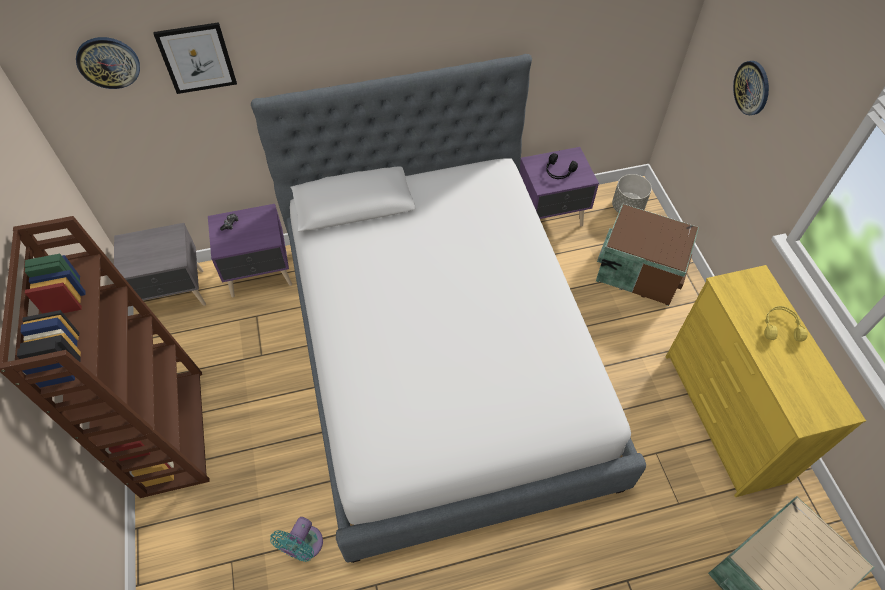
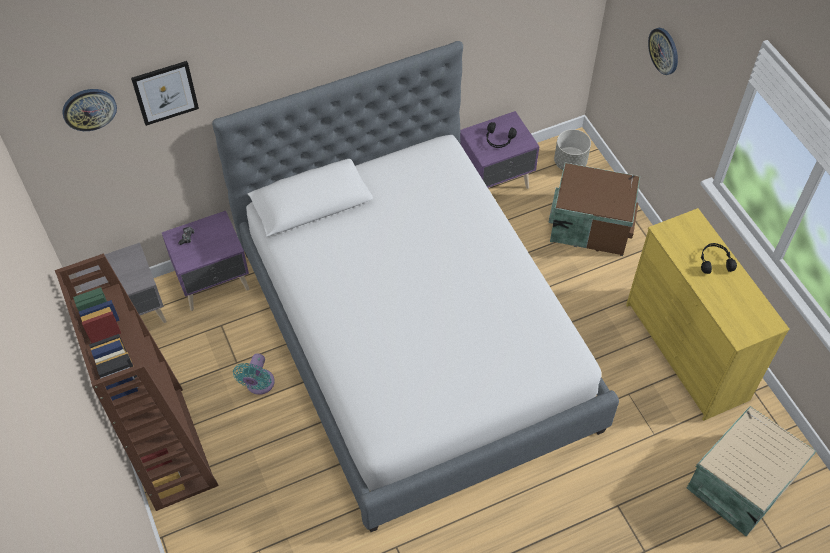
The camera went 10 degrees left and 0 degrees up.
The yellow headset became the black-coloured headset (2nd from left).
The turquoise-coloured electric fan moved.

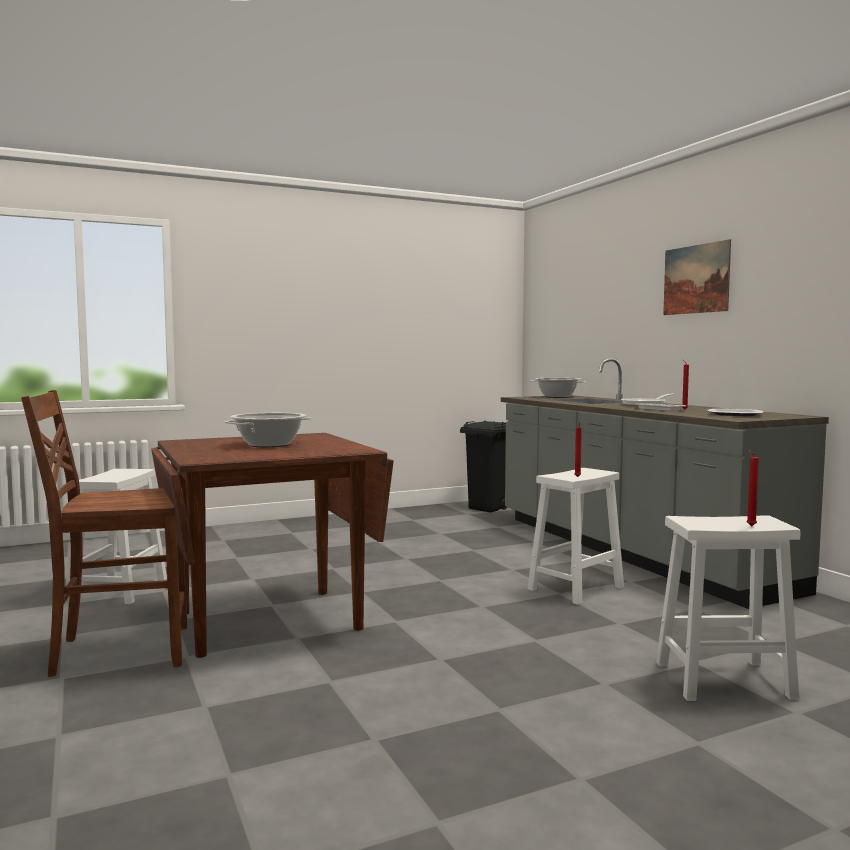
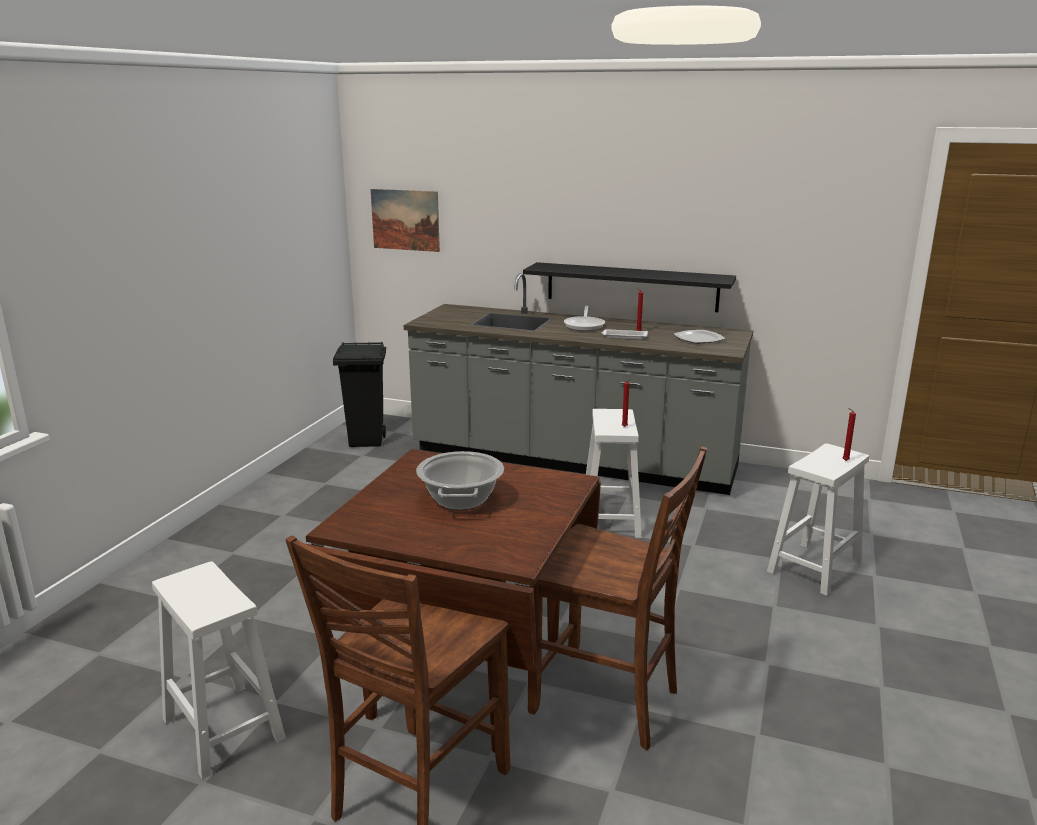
The camera went 45 degrees left and 15 degrees up.
The wall art moved.
The saucepot (2nd from left) disappeared.
The black-coloured bracket shelf appeared.
The brownish chair (2nd from left) appeared.

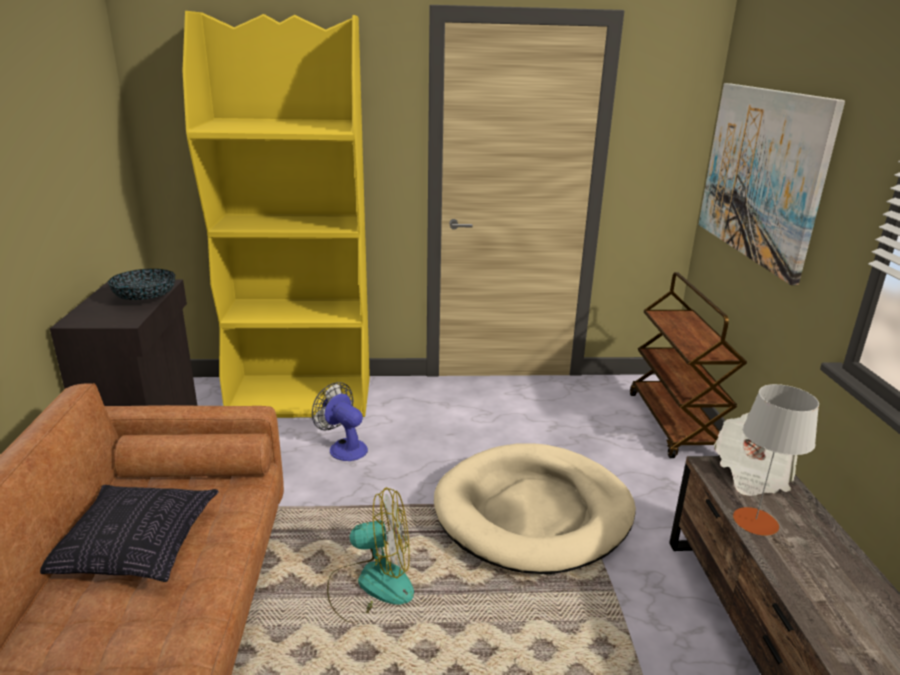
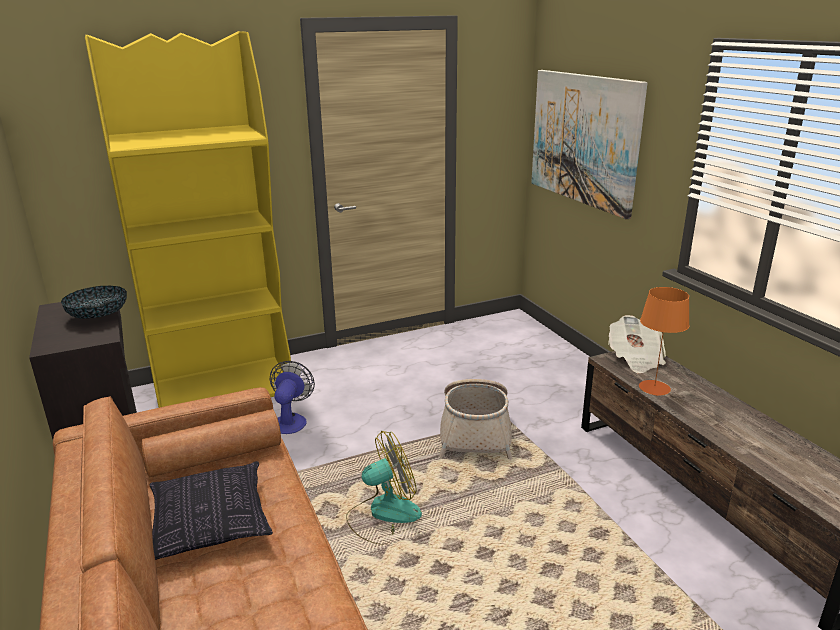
The camera went 20 degrees left and 0 degrees up.
The brownish trolley disappeared.
The electric fan (1st from left) turned 75 degrees clockwise.
The gray lamp for a table became the orange lamp for a table.
The beige-coloured dog cushion was replaced by the basket.

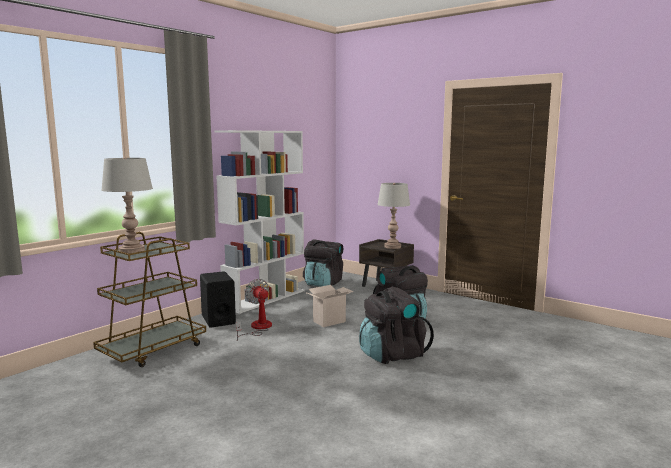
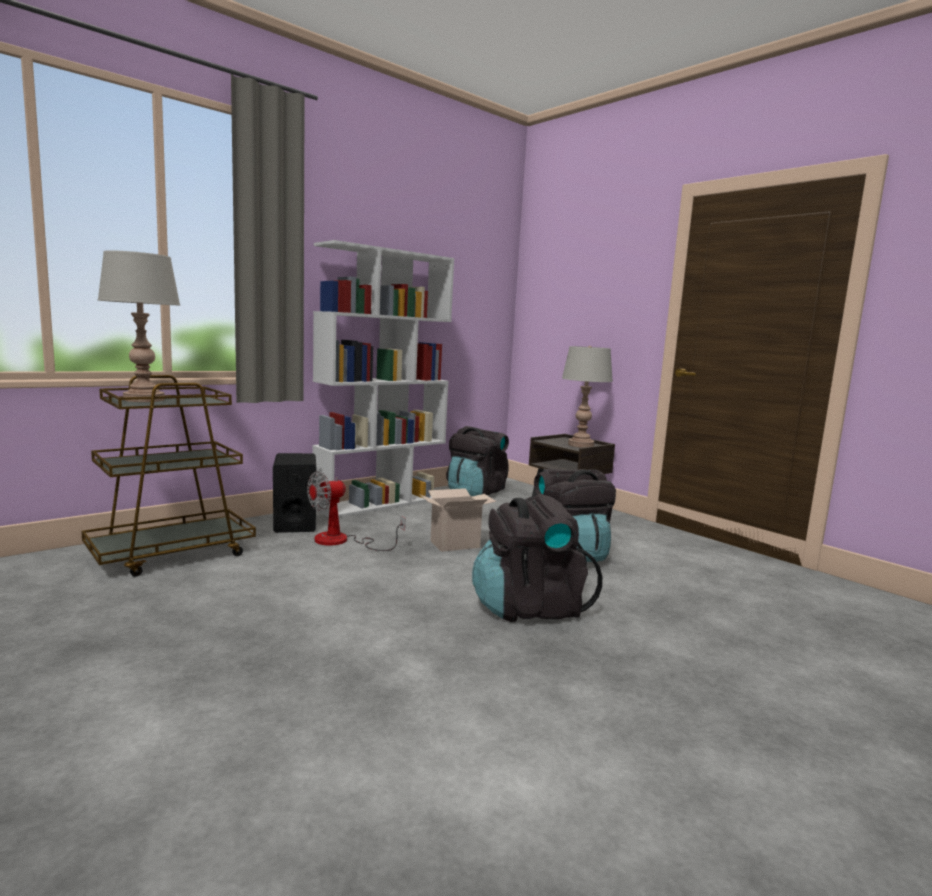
The camera went 10 degrees right and 0 degrees up.
The electric fan turned 105 degrees counterclockwise.

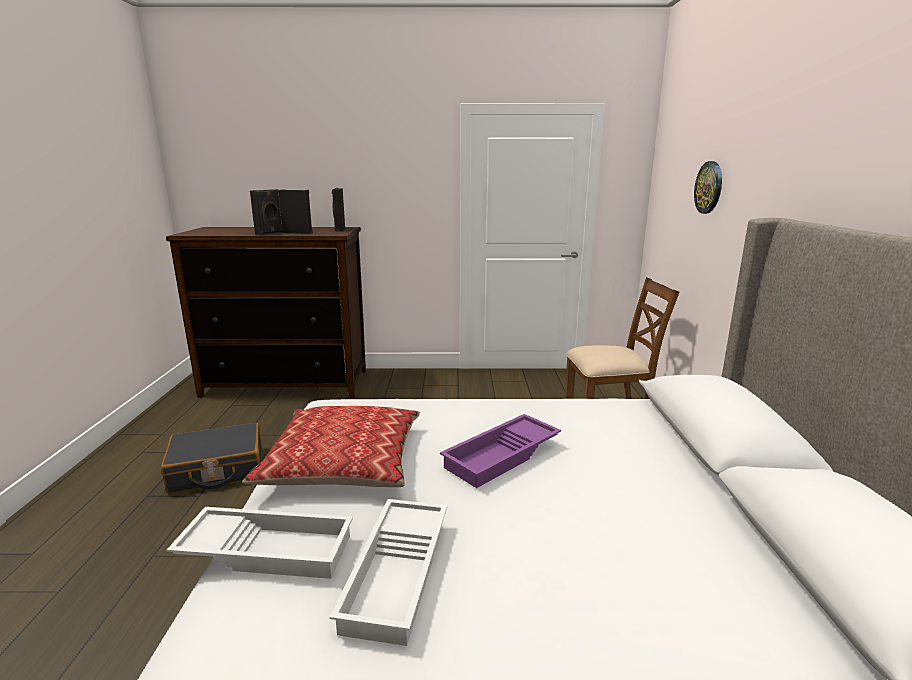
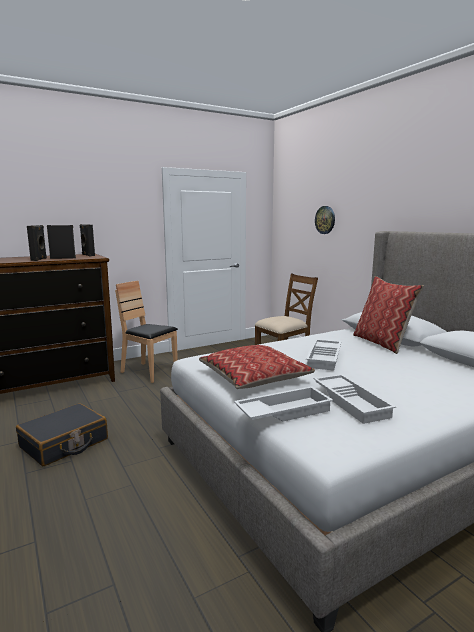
The camera went 30 degrees left and 5 degrees down.
The purplish carrying tray became the white carrying tray (2nd from left).
The pillow (2nd from left) appeared.
The brownish chair (1st from left) appeared.

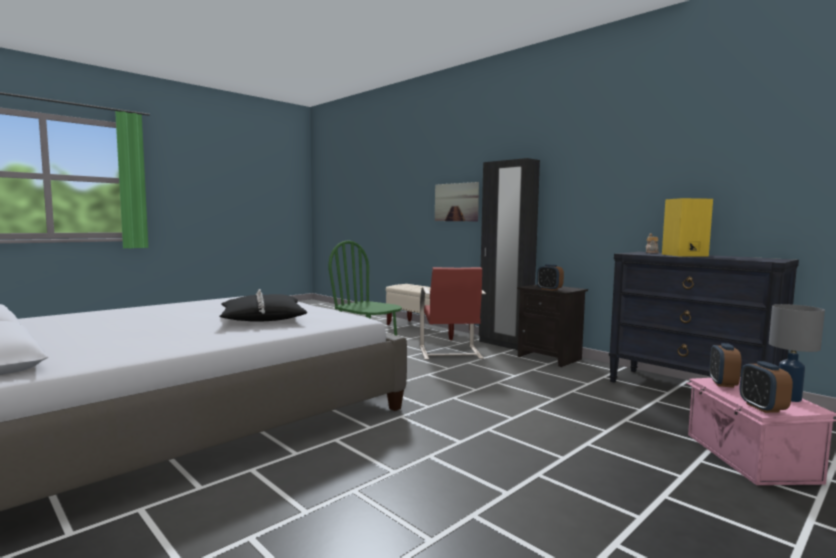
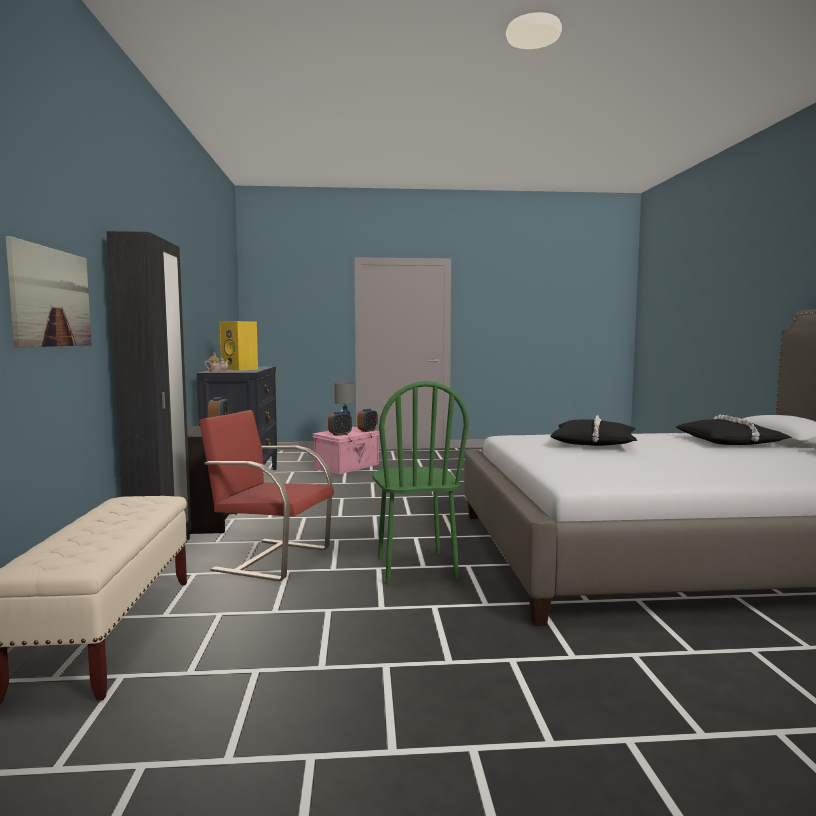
The camera went 140 degrees left and 0 degrees up.
The red chair turned 105 degrees counterclockwise.
The black-coloured pillow (2nd from left) appeared.

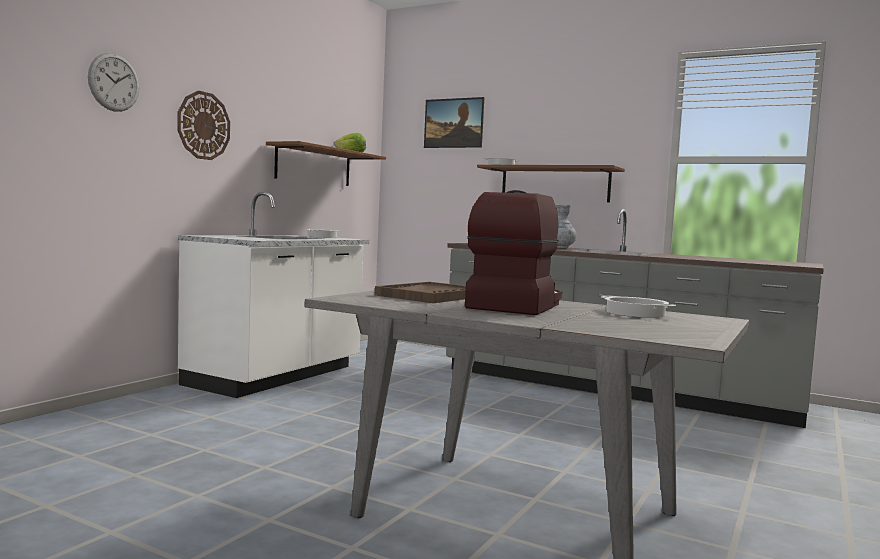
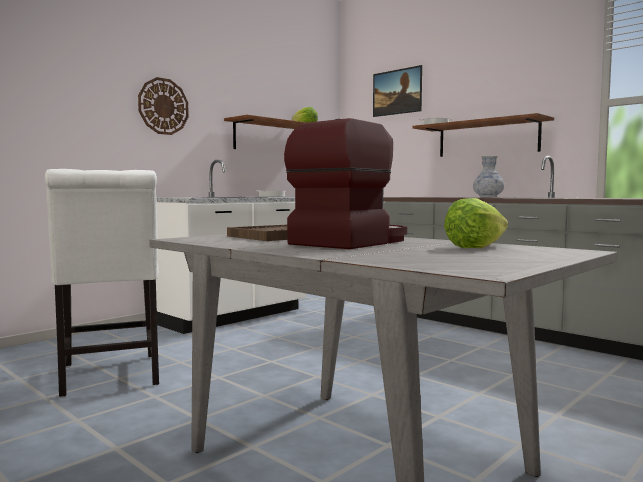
The camera went 15 degrees right and 0 degrees up.
The clock on the wall (1st from left) disappeared.
The saucepot (3rd from left) was replaced by the lettuce (2nd from left).
The white chair appeared.

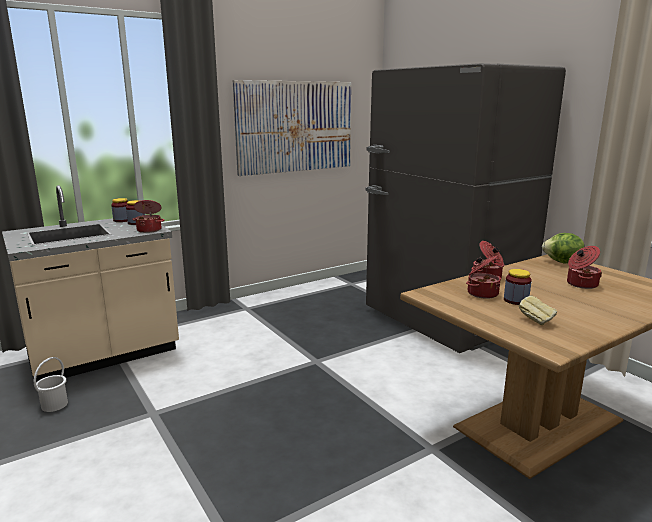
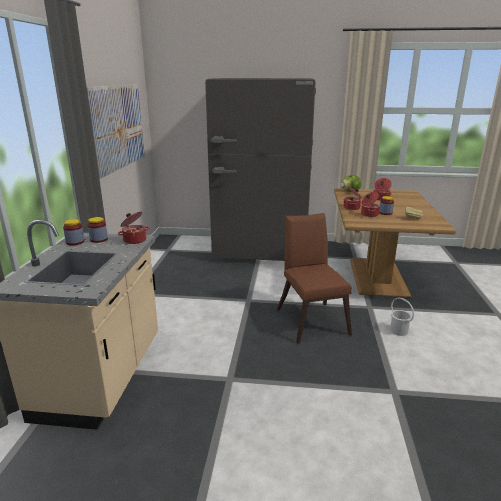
The camera went 50 degrees left and 5 degrees up.
The white pail moved.
The brownish chair appeared.

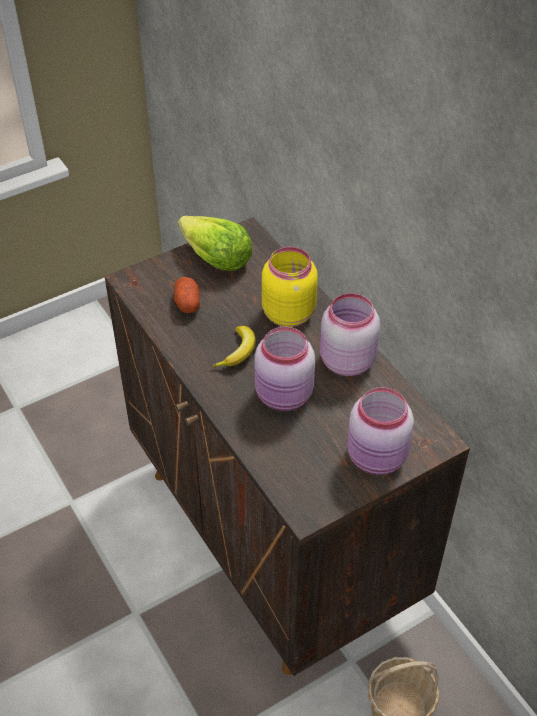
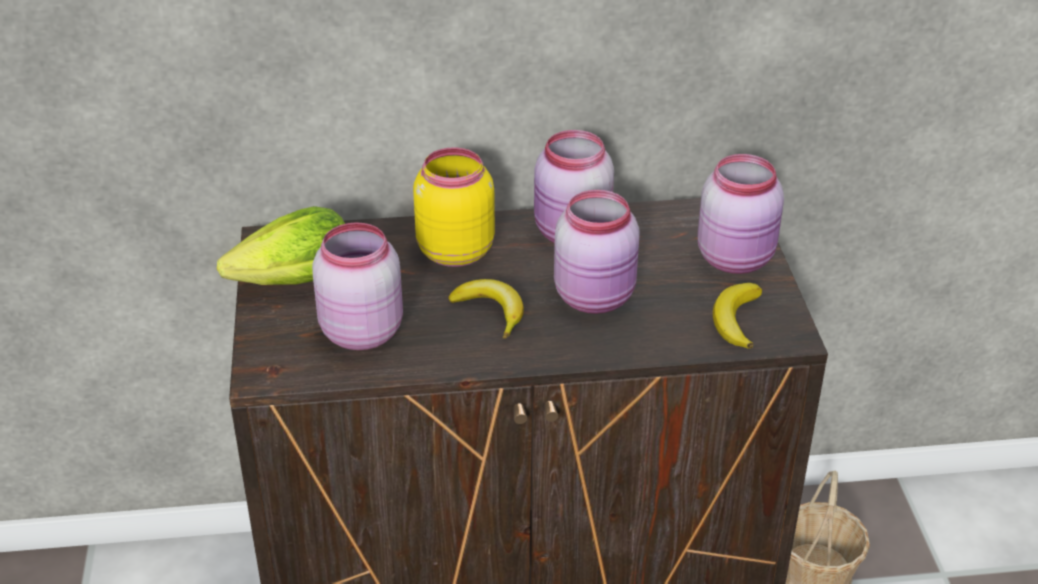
The camera went 65 degrees left and 10 degrees down.
The spud was replaced by the pinkish preserve jar (1st from left).
The whole banana (2nd from left) appeared.

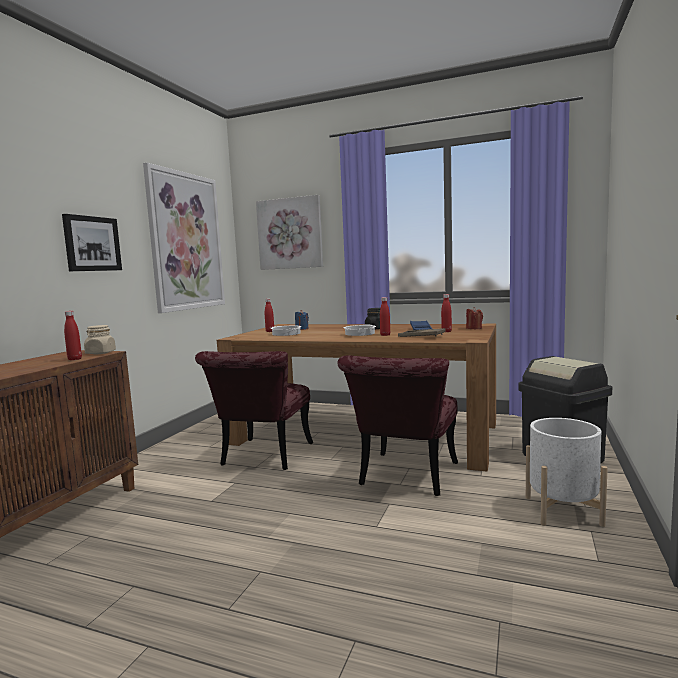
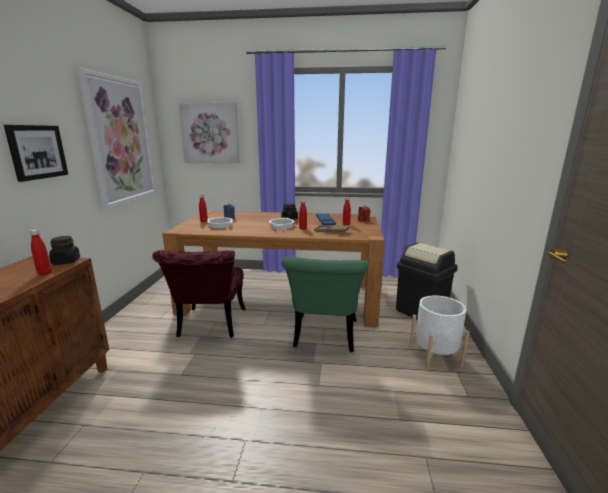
The camera went 15 degrees left and 10 degrees up.
The beige-coloured preserve jar became the black-coloured preserve jar (1st from left).
The red chair (2nd from left) became the greenish chair.

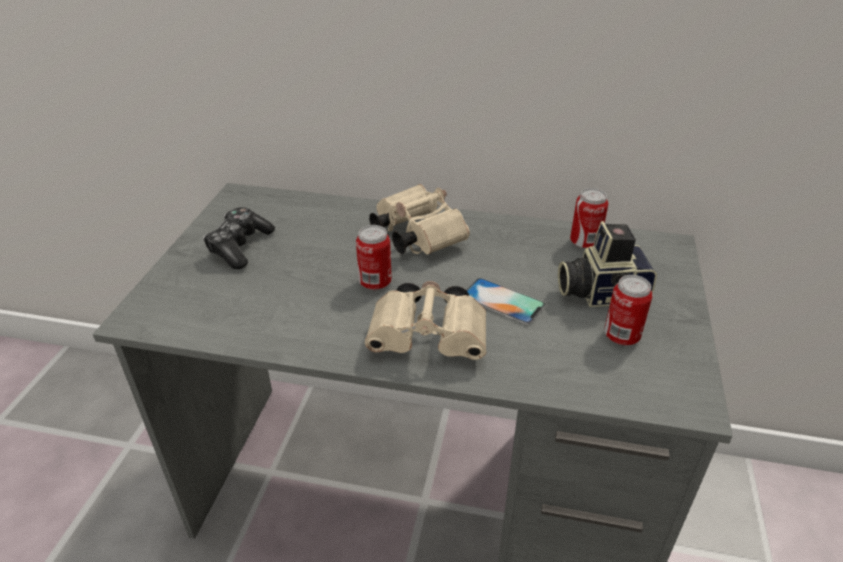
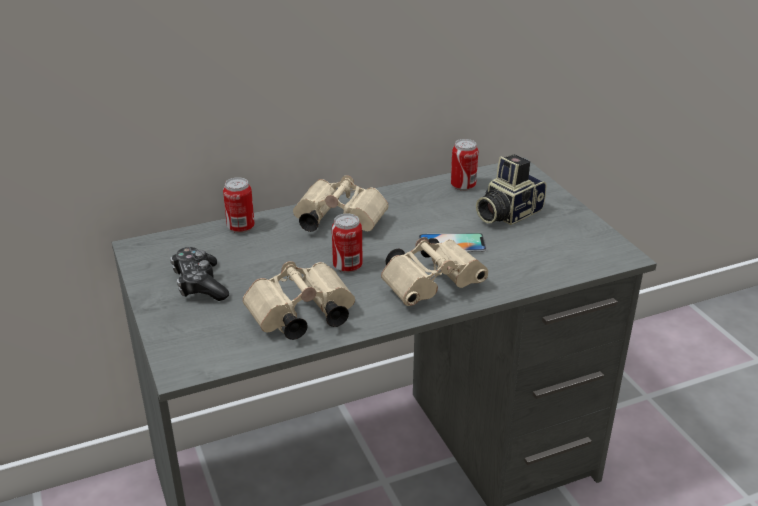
The camera went 35 degrees left and 5 degrees down.
The sealed can (3rd from left in the first image) moved.
The beige-coloured field glasses (1st from left) appeared.

